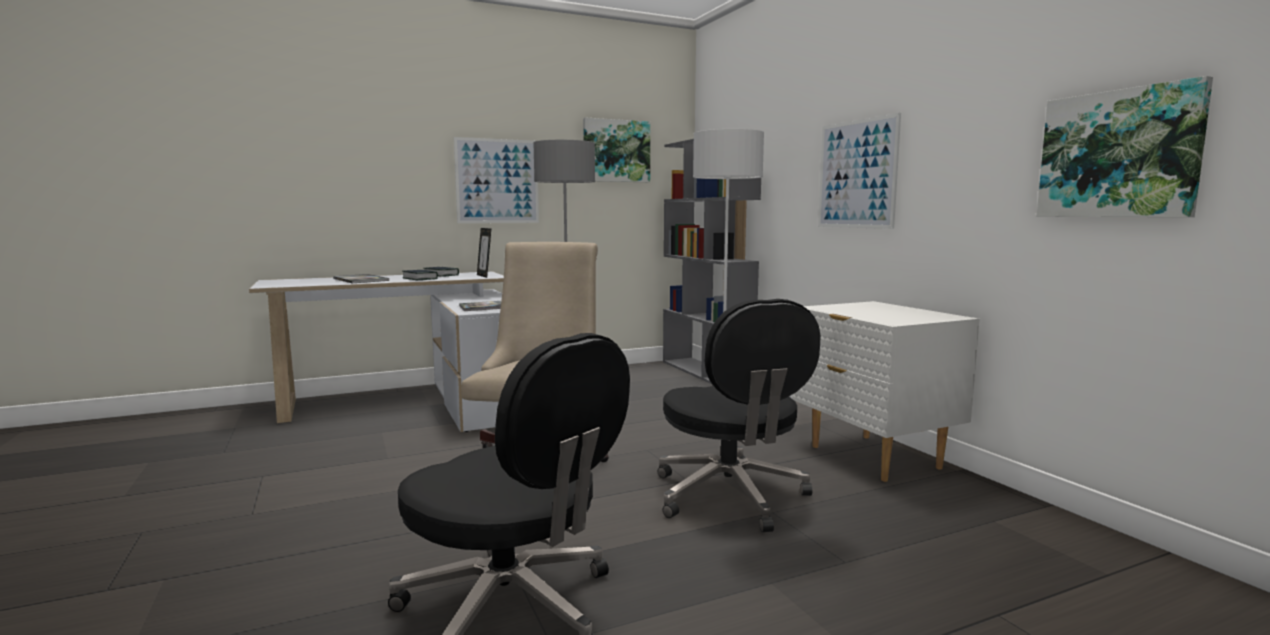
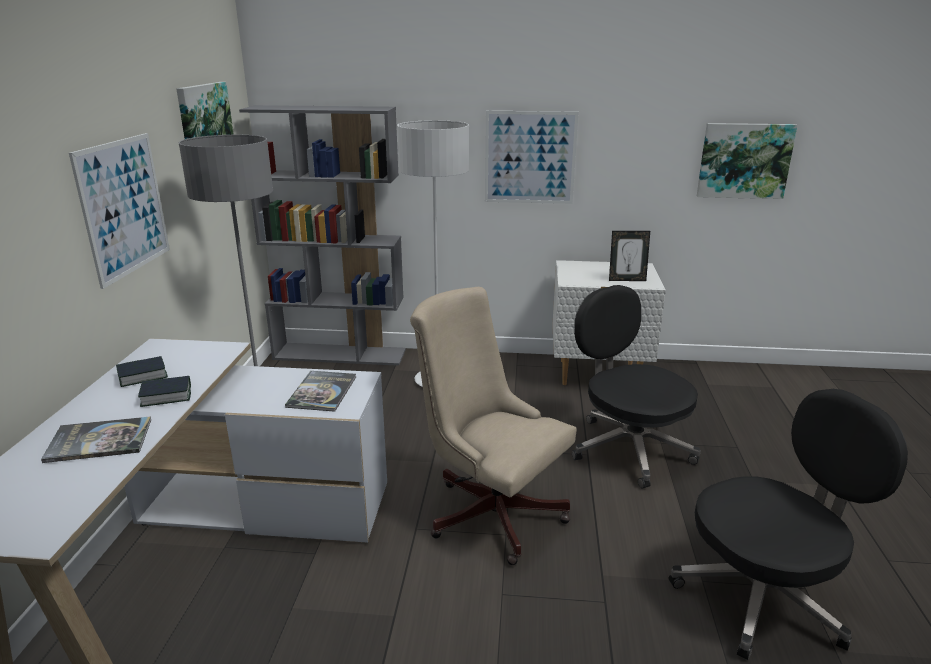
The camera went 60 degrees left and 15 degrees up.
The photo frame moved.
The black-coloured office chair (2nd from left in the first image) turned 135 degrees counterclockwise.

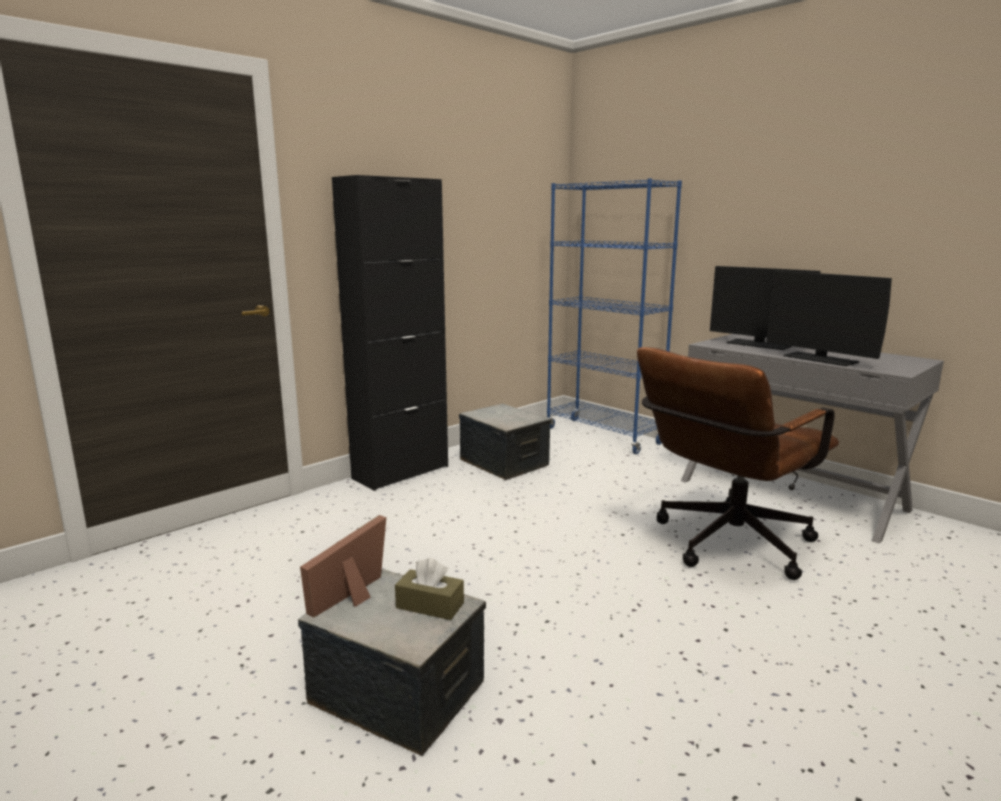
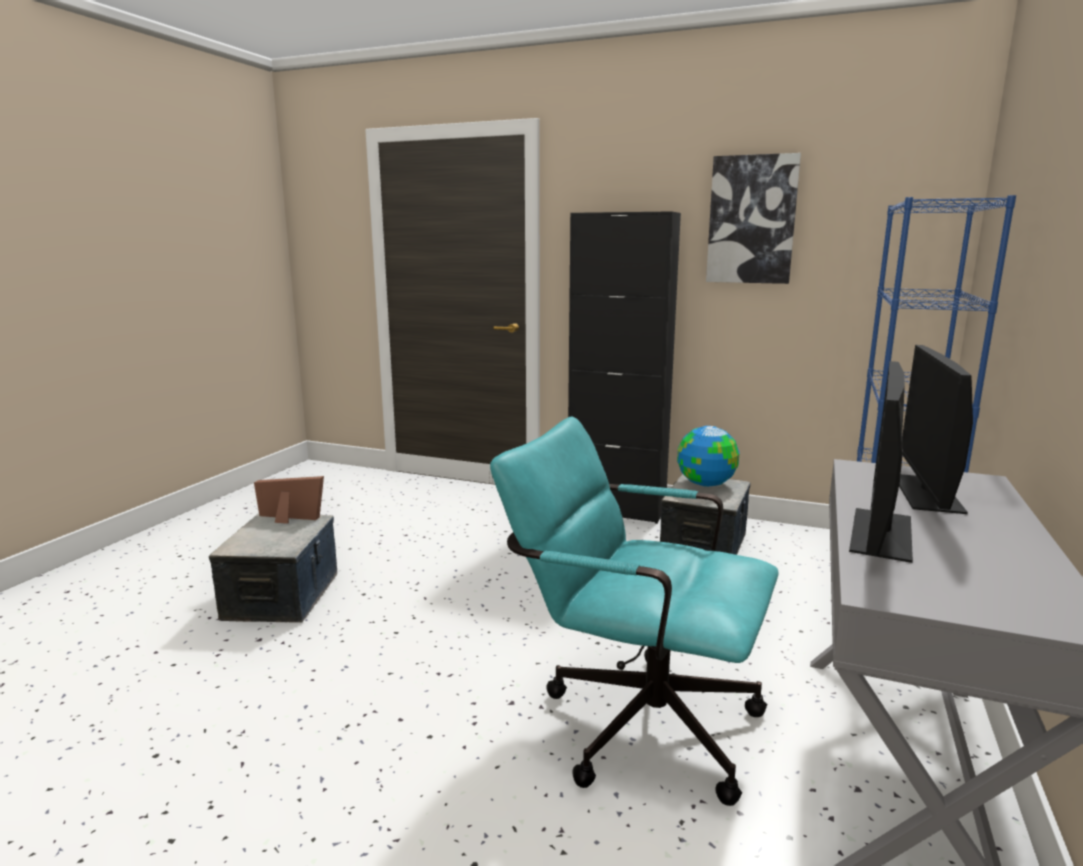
The camera went 65 degrees right and 0 degrees up.
The brownish office chair became the turquoise-coloured office chair.
The brownish box of tissues disappeared.
The wall art appeared.
The globe appeared.

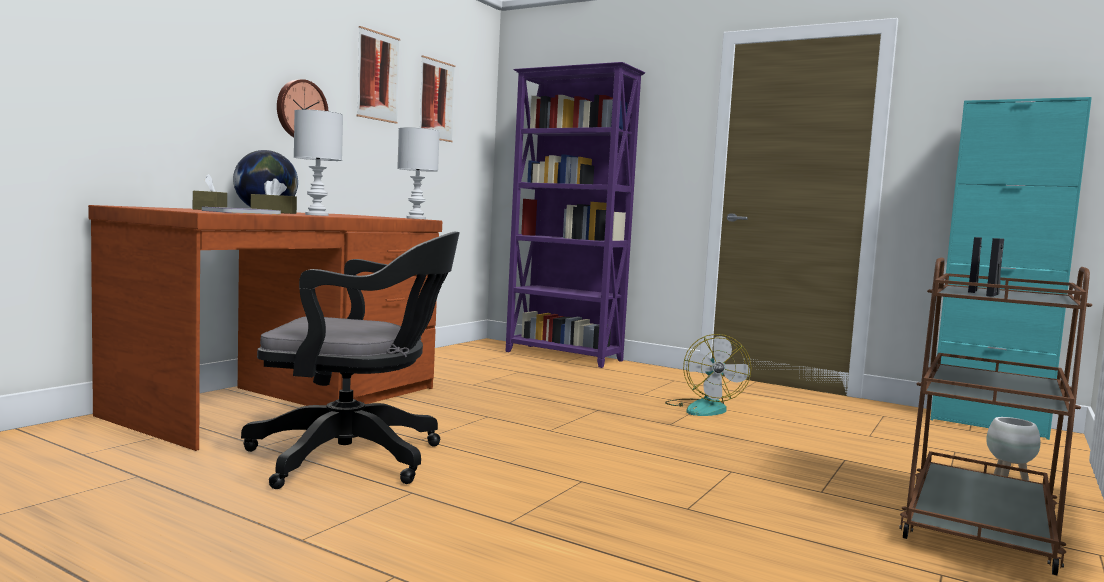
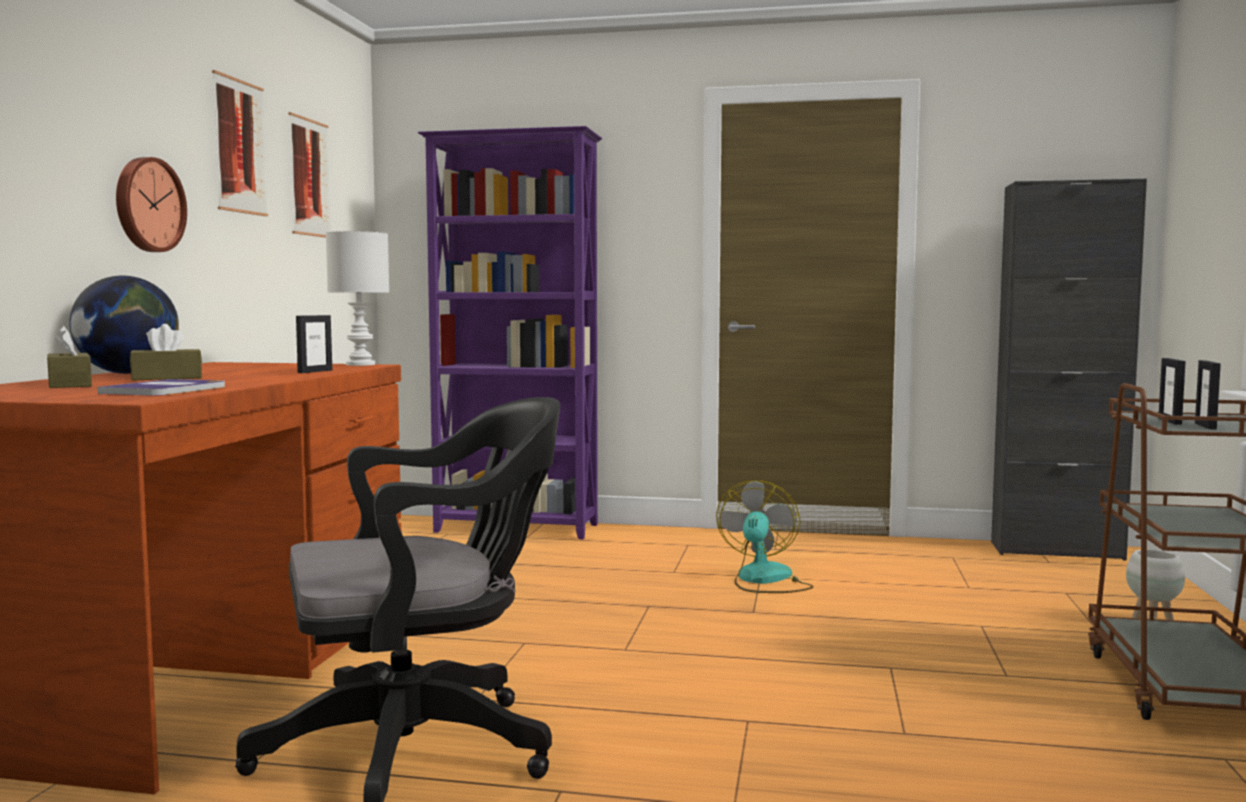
The camera went 20 degrees left and 0 degrees up.
The turquoise-coloured cupboard became the black-coloured cupboard.
The white lamp for a table (1st from left) disappeared.
The electric fan turned 150 degrees counterclockwise.
The photo frame (1st from left) appeared.

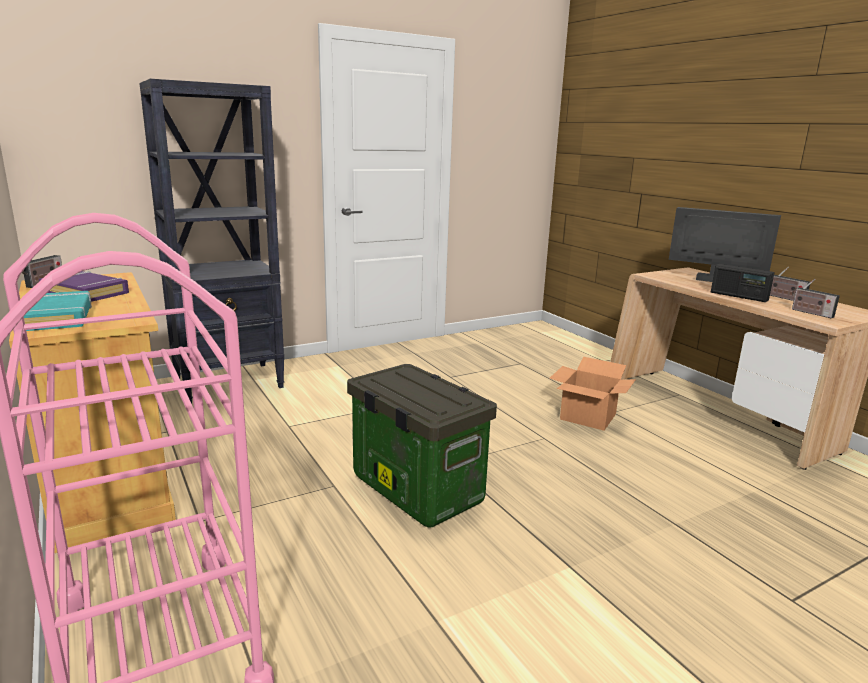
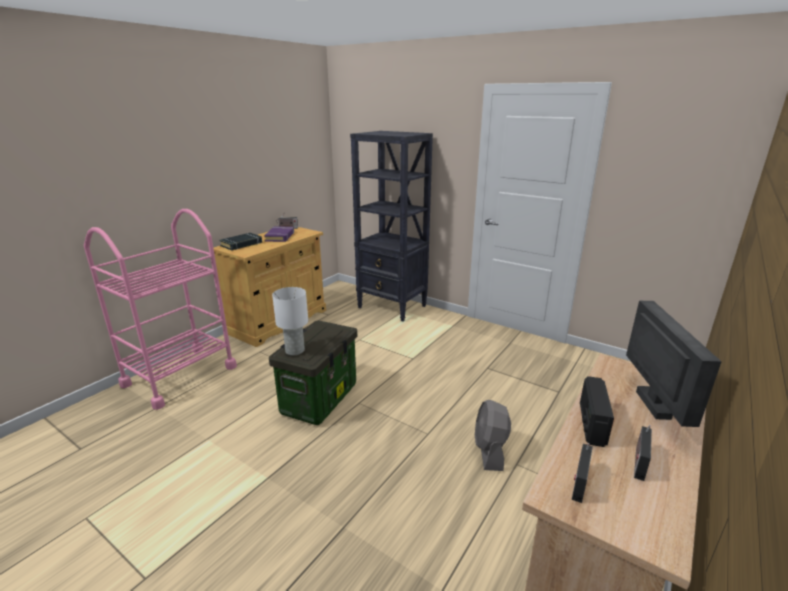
The camera went 65 degrees right and 5 degrees up.
The turquoise-coloured volume became the black-coloured volume.
The packing box was replaced by the gray electric fan.
The white lamp for a table appeared.

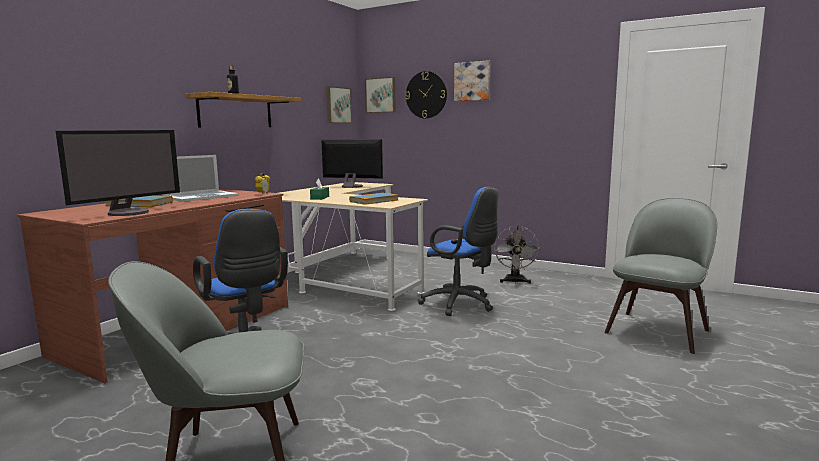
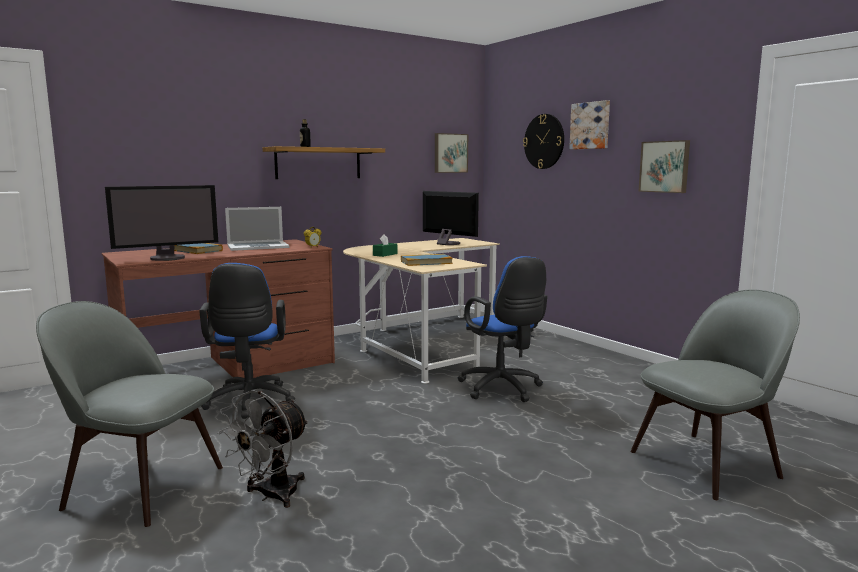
The camera went 25 degrees right and 0 degrees up.
The wall art (2nd from left in the first image) moved.
The gray electric fan moved.

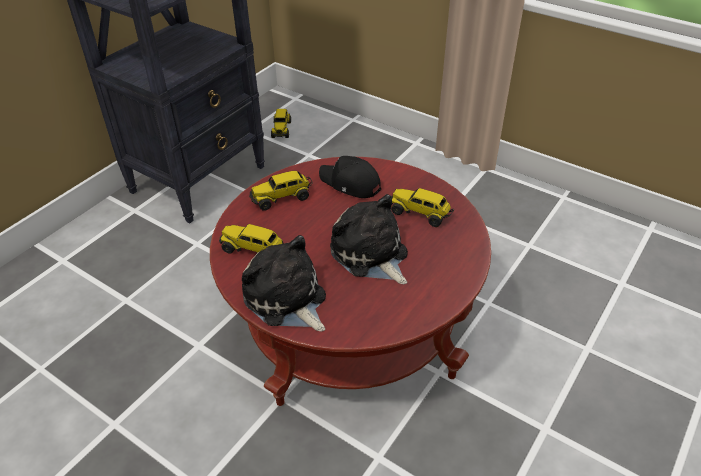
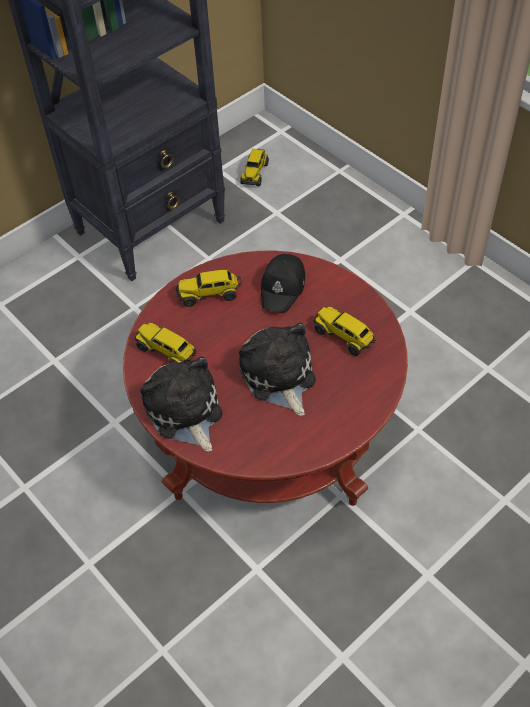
The camera went 15 degrees right and 10 degrees up.
The black-coloured cap turned 120 degrees counterclockwise.

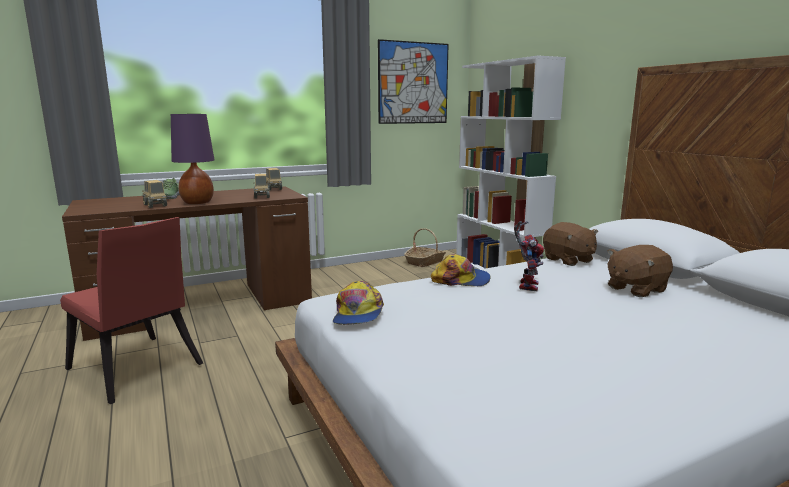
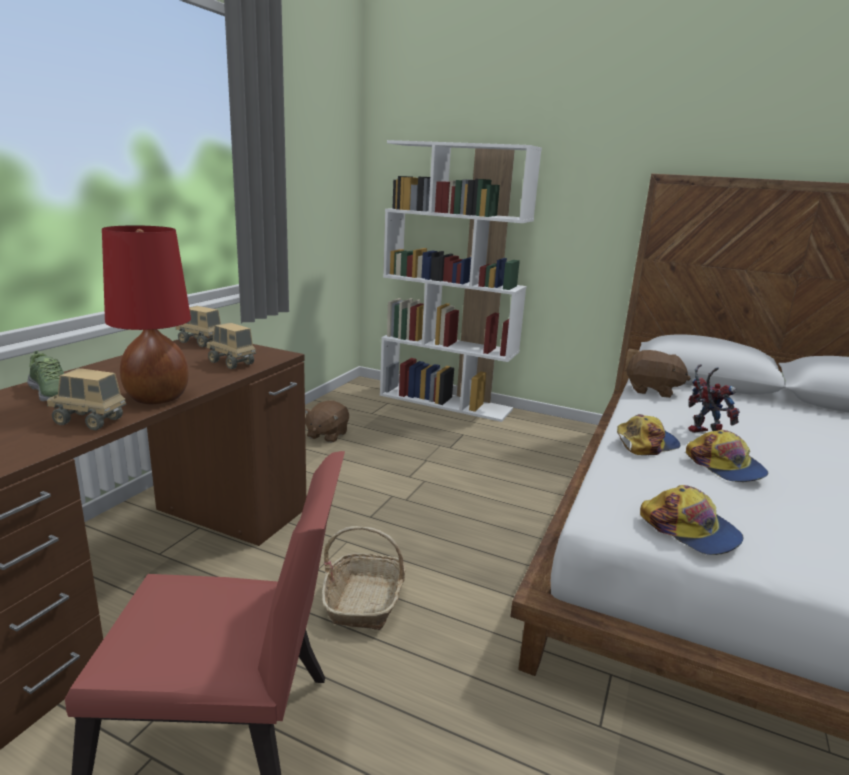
The camera went 40 degrees left and 5 degrees up.
The wall art disappeared.
The purplish lamp for a table became the red lamp for a table.
The basket moved.
The brownish plush toy (2nd from left in the first image) moved.
The cap (3rd from left) appeared.

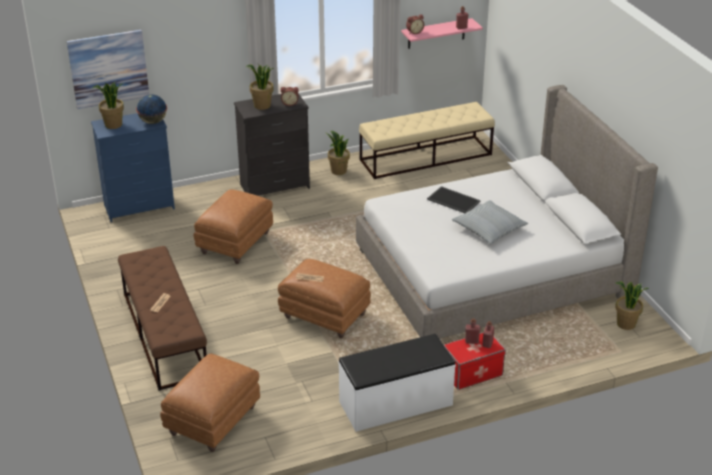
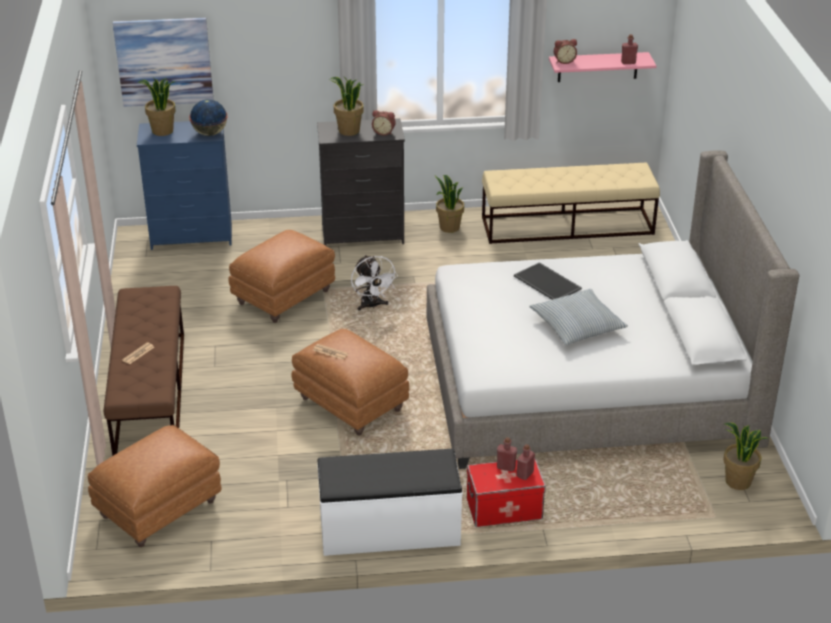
The camera went 15 degrees right and 0 degrees up.
The white electric fan appeared.

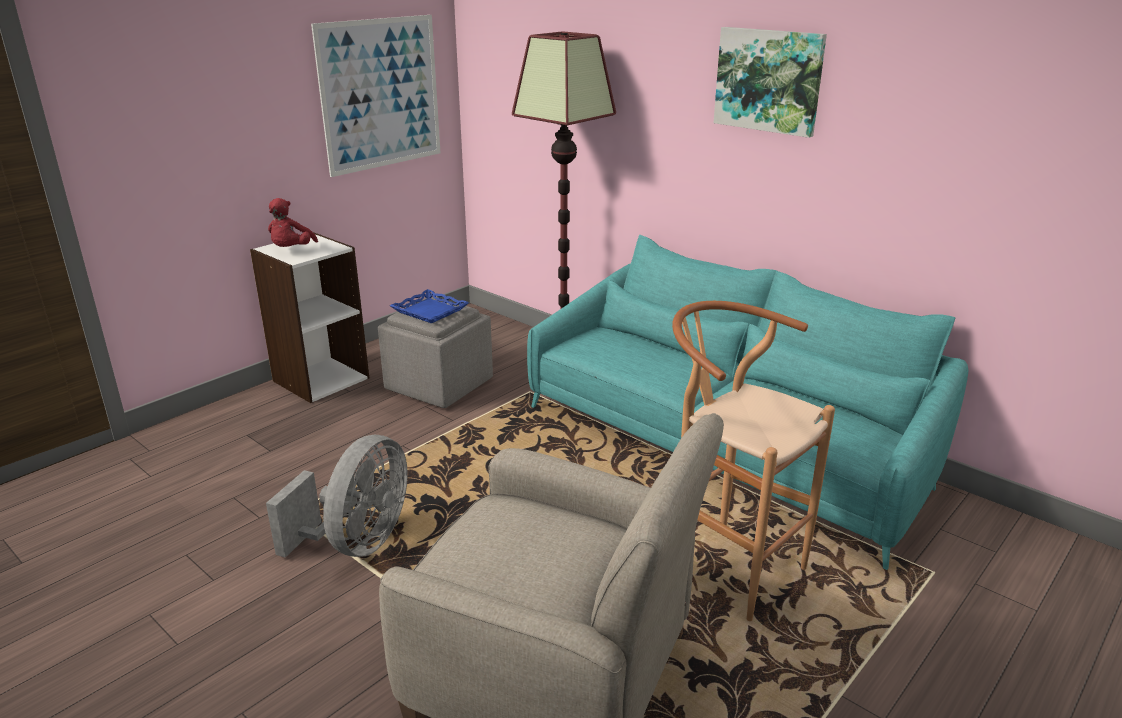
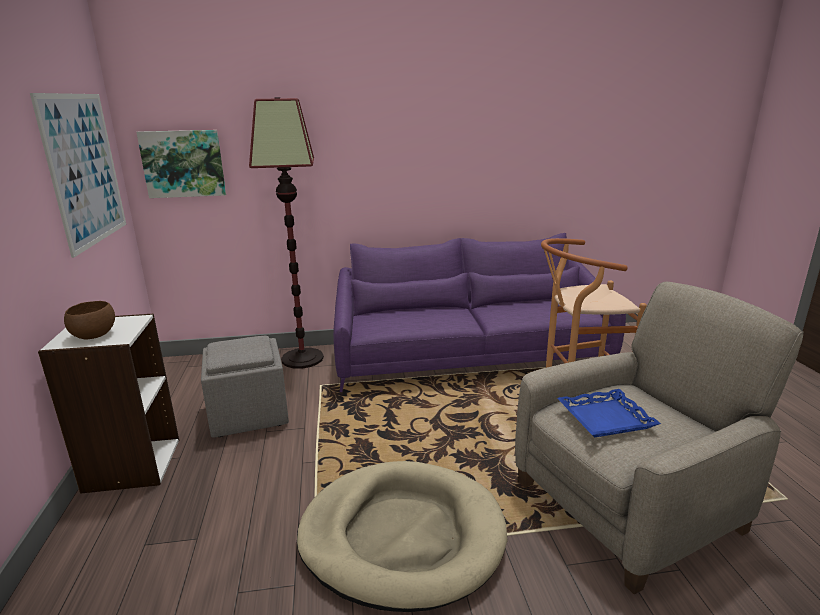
The camera went 50 degrees left and 5 degrees down.
The wall art (2nd from left) moved.
The red plush toy was replaced by the brownish serving bowl.
The turquoise-coloured settee became the purplish settee.
The bluish carrying tray moved.
The gray electric fan was replaced by the beige-coloured dog cushion.

